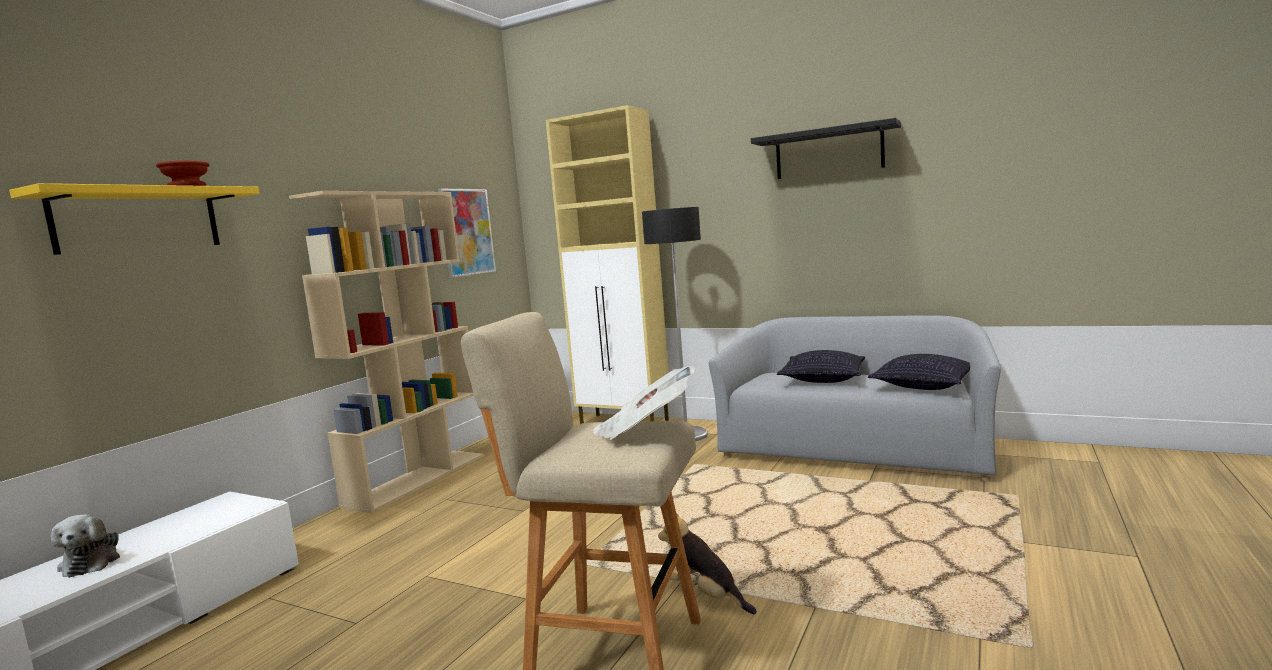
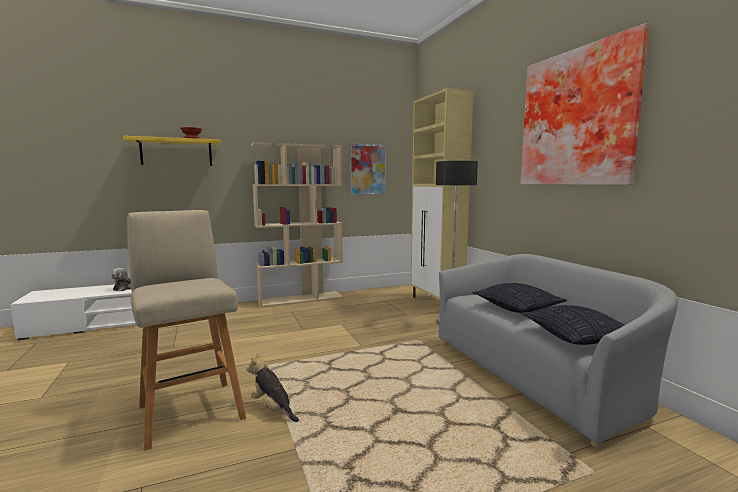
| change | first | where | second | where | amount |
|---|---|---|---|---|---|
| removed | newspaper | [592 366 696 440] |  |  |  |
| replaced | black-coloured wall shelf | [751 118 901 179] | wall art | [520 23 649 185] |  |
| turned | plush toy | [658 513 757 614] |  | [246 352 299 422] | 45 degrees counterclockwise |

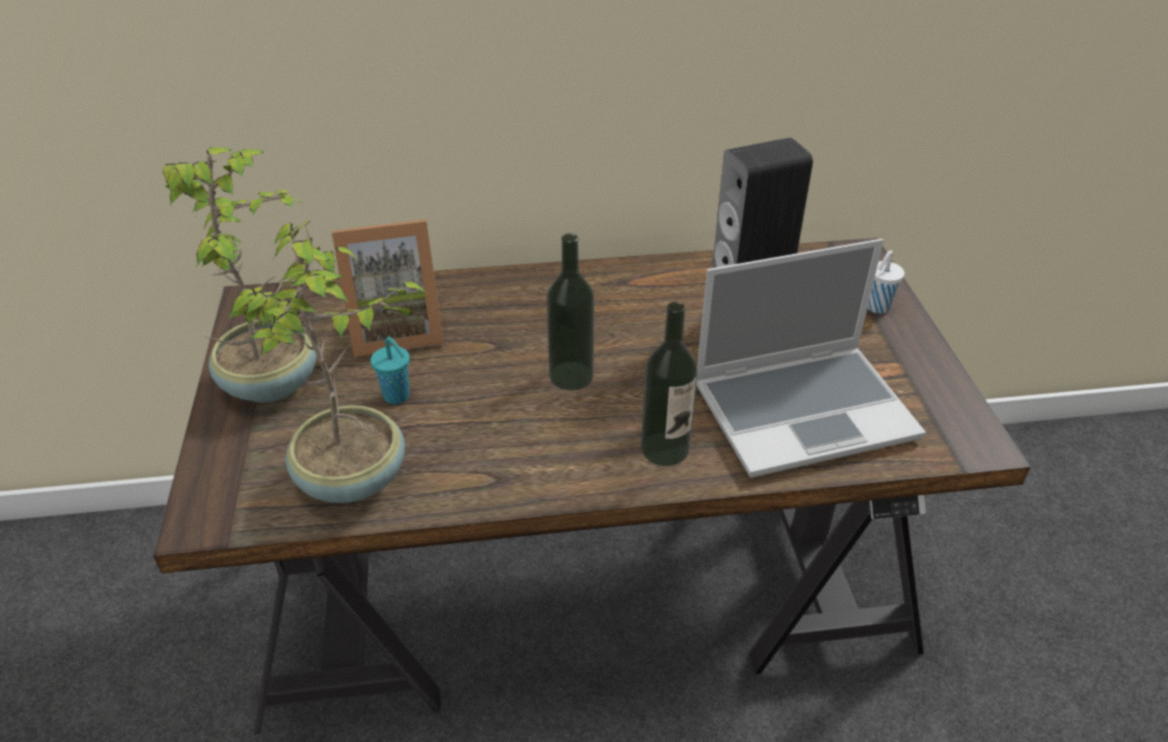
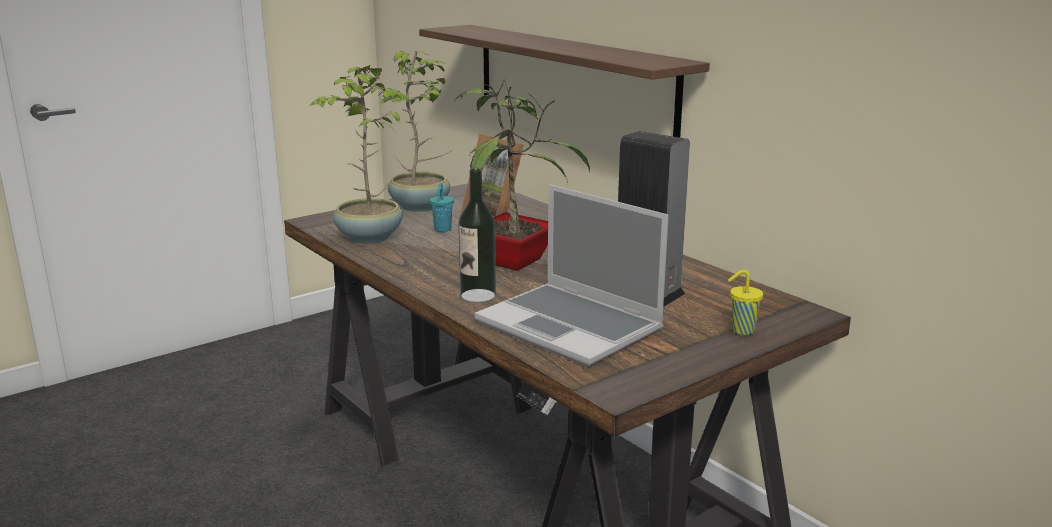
| change | first | where | second | where | amount |
|---|---|---|---|---|---|
| added |  |  | wall shelf | [419 25 710 138] |  |
| replaced | drink bottle | [547 233 594 390] | houseplant | [455 81 590 271] |  |
| recoloured | white cup | [868 250 905 314] | yellow cup | [728 270 763 335] |  |

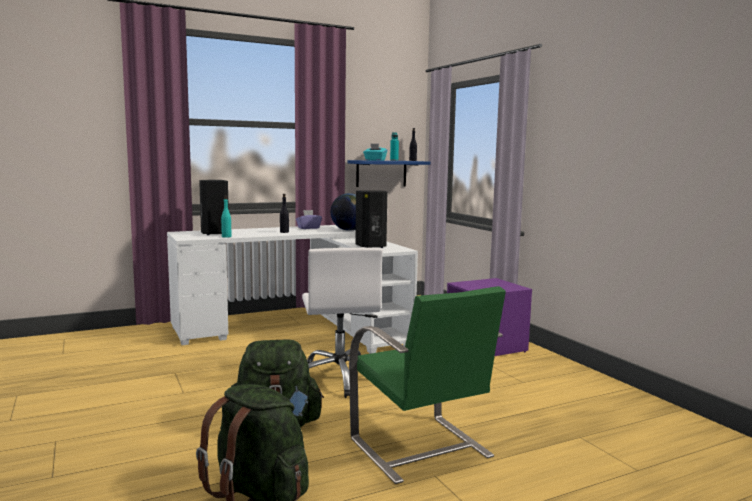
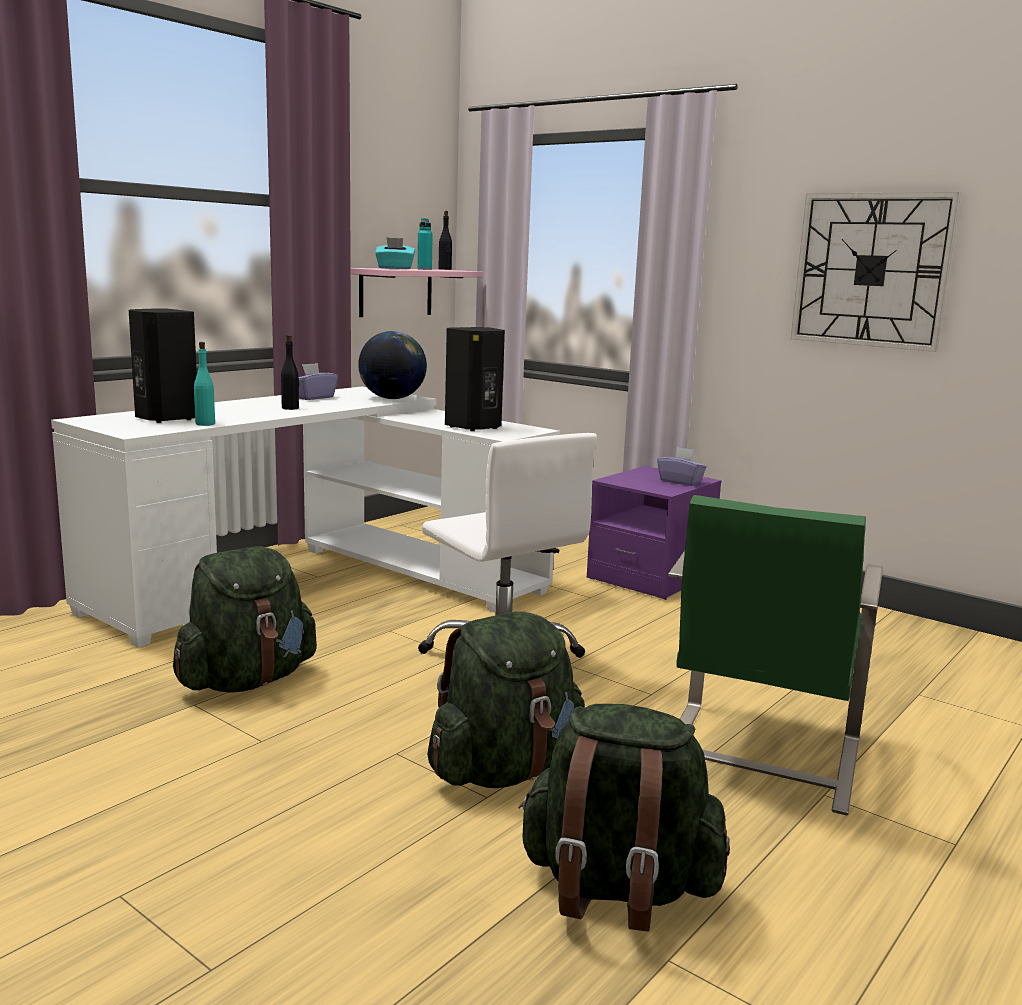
| change | first | where | second | where | amount |
|---|---|---|---|---|---|
| added |  |  | greenish knapsack | [173 546 317 693] |  |
| added |  |  | purplish box of tissues | [657 447 707 486] |  |
| added |  |  | clock on the wall | [791 192 961 352] |  |
| recoloured | blue-coloured wall shelf | [347 160 430 187] | pink wall shelf | [351 268 483 317] |  |
| turned | greenish plain chair | [349 286 506 484] |  | [668 495 883 815] | 75 degrees clockwise |

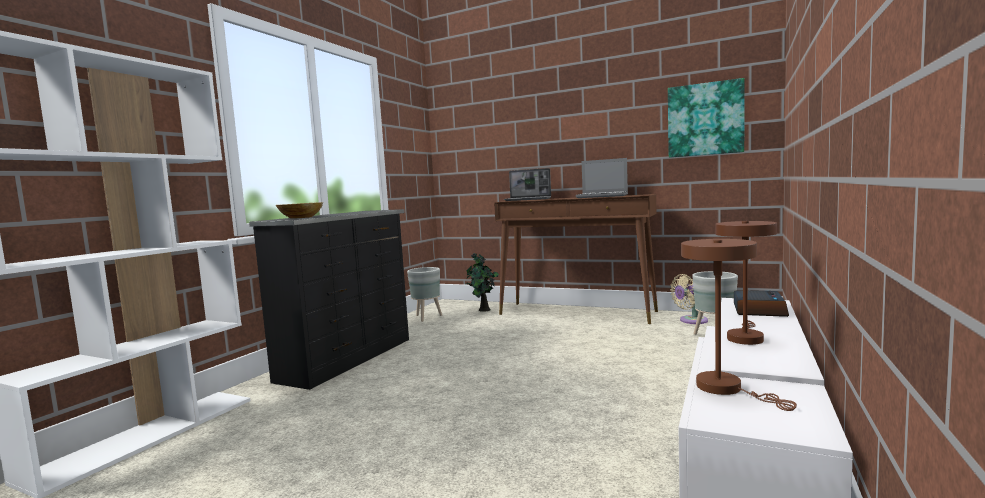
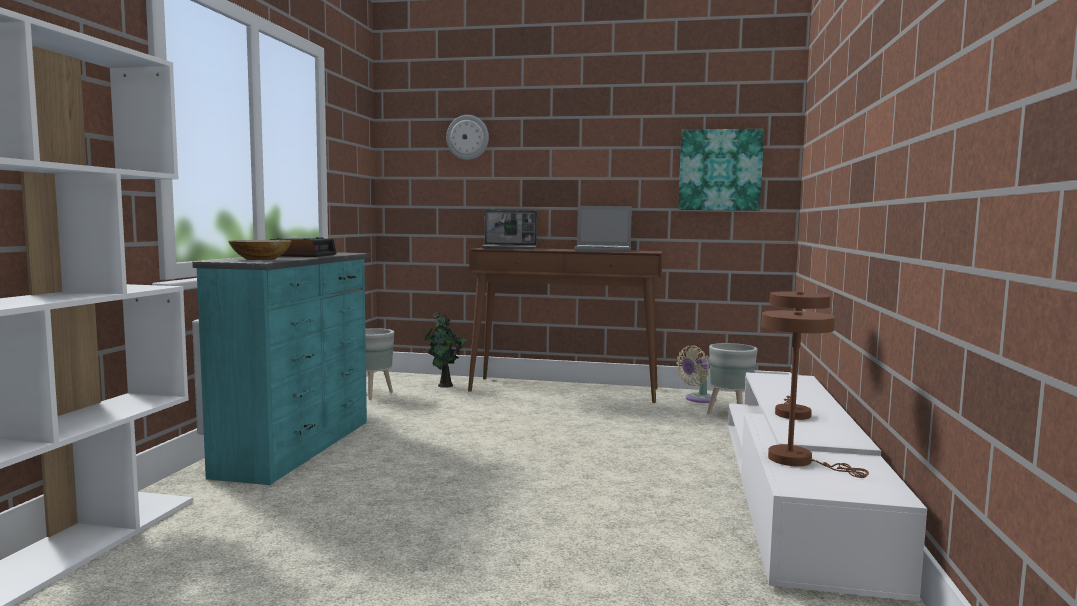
| change | first | where | second | where | amount |
|---|---|---|---|---|---|
| added |  |  | clock on the wall | [446 115 489 160] |  |
| moved | table clock | [734 290 789 317] |  | [269 237 337 257] |  |
| recoloured | black-coloured dresser | [249 209 409 390] | blue-green dresser | [192 252 371 485] |  |

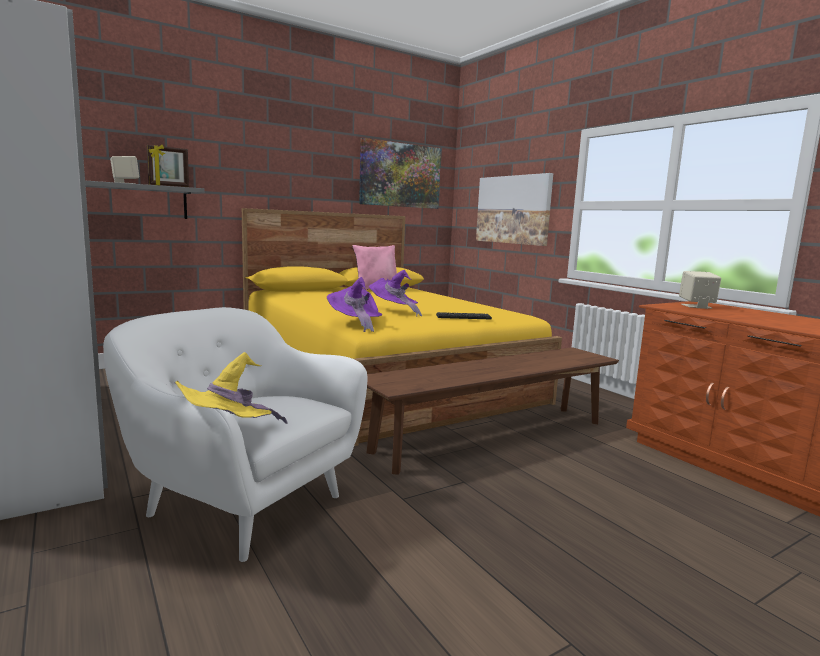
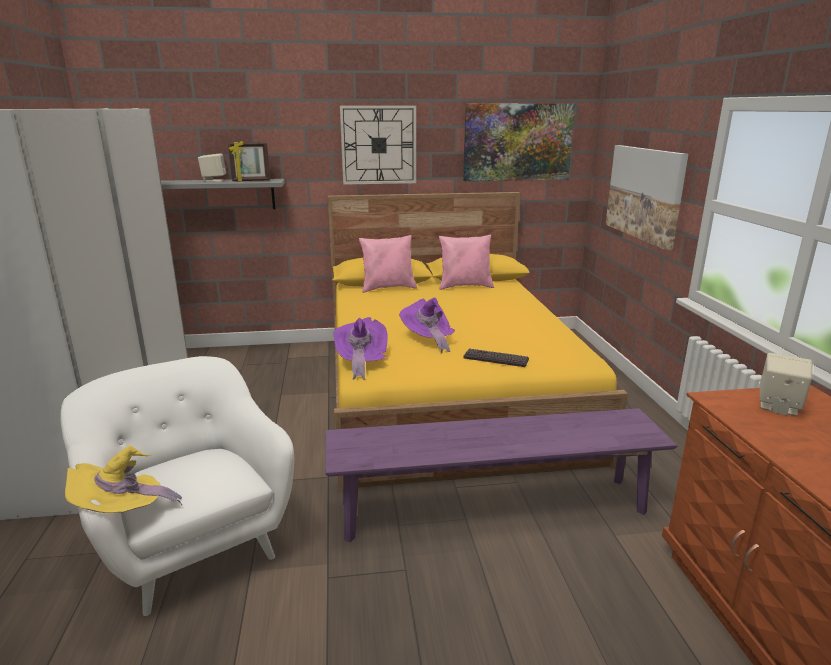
| change | first | where | second | where | amount |
|---|---|---|---|---|---|
| added |  |  | clock on the wall | [340 105 416 185] |  |
| added |  |  | pink pillow | [359 235 417 293] |  |
| recoloured | brown-coloured indoor bench | [367 347 619 475] | purplish indoor bench | [325 408 678 543] |  |

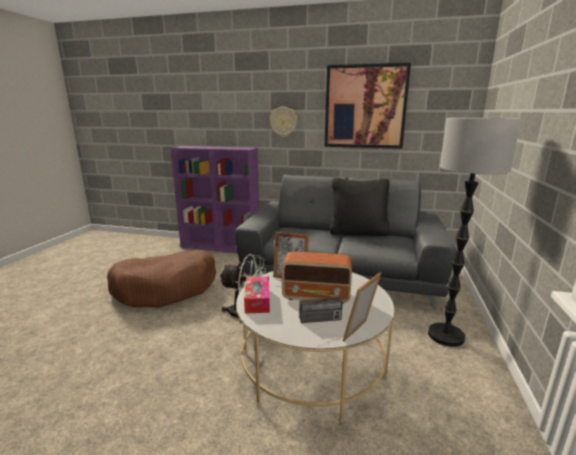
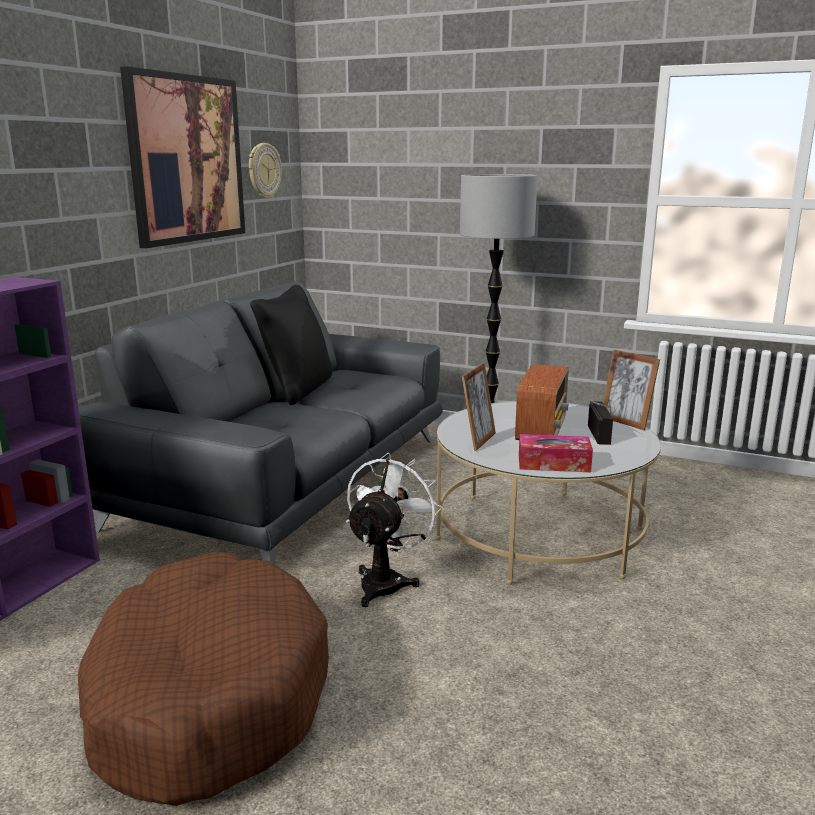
| change | first | where | second | where | amount |
|---|---|---|---|---|---|
| moved | clock on the wall | [269 107 297 137] |  | [249 143 282 199] |  |

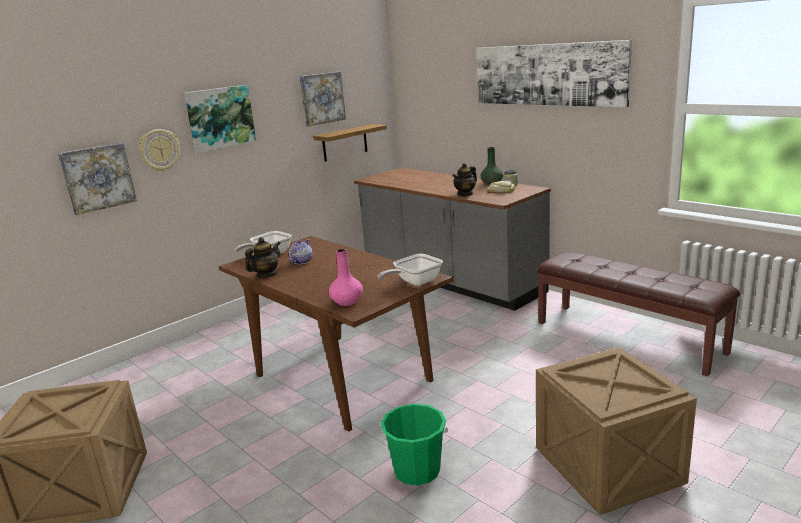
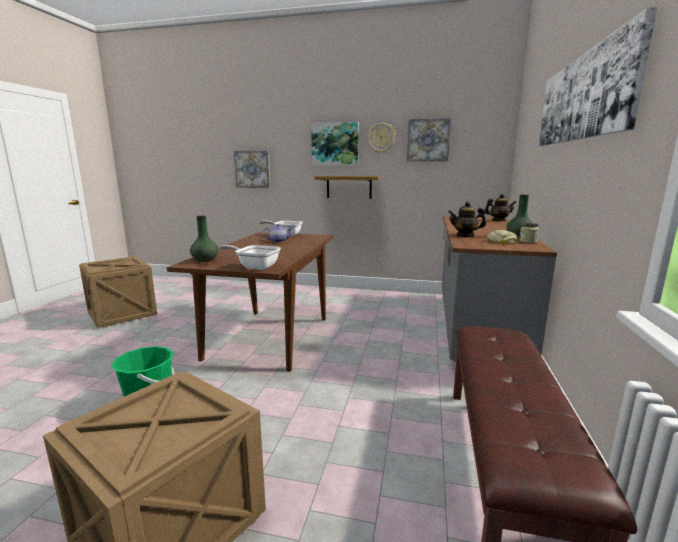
| change | first | where | second | where | amount |
|---|---|---|---|---|---|
| moved | clock on the wall | [138 129 180 171] |  | [367 123 396 153] |  |
| moved | tea pot | [245 237 281 278] |  | [485 194 516 221] |  |
| moved | wall shelf | [313 124 387 162] |  | [314 176 380 199] |  |
| recoloured | pink decorative vase | [329 249 363 306] | greenish decorative vase | [190 216 219 262] |  |

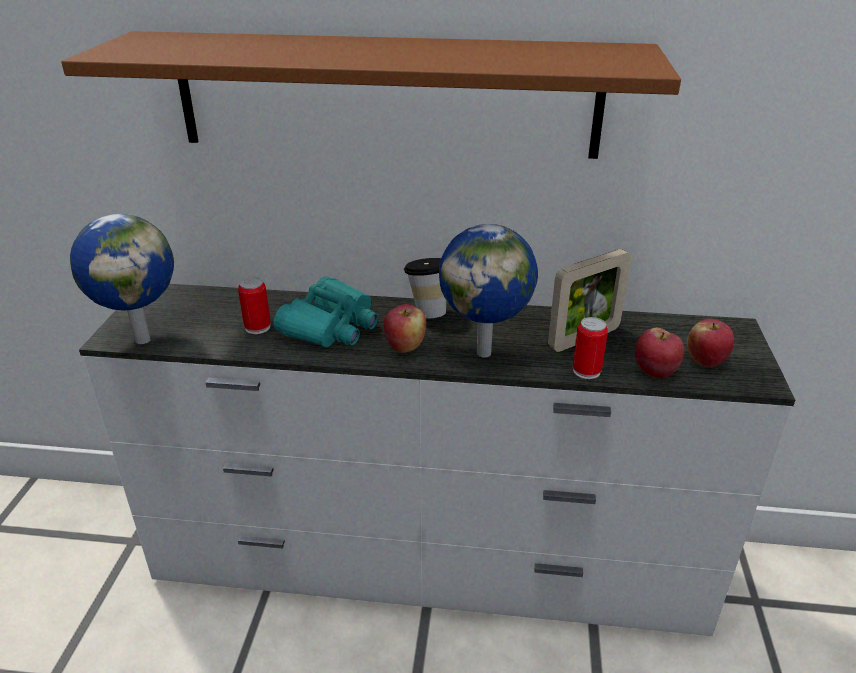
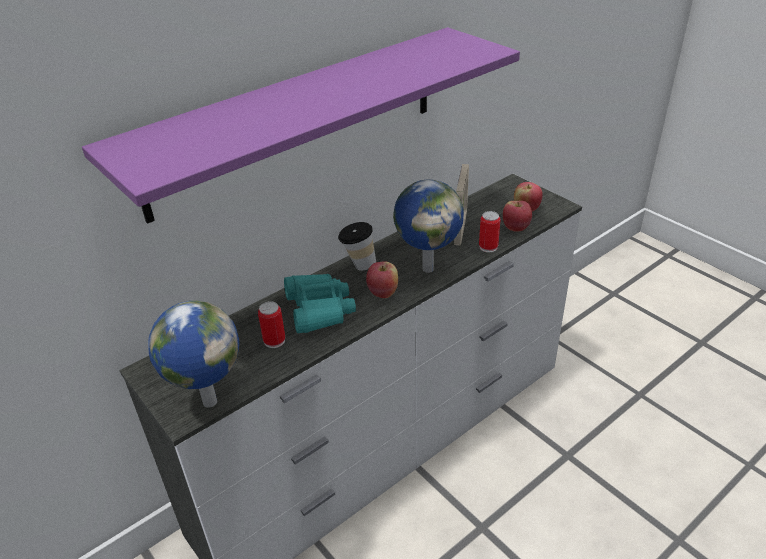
| change | first | where | second | where | amount |
|---|---|---|---|---|---|
| recoloured | brown-coloured wall shelf | [61 31 681 159] | purplish wall shelf | [82 27 520 224] |  |

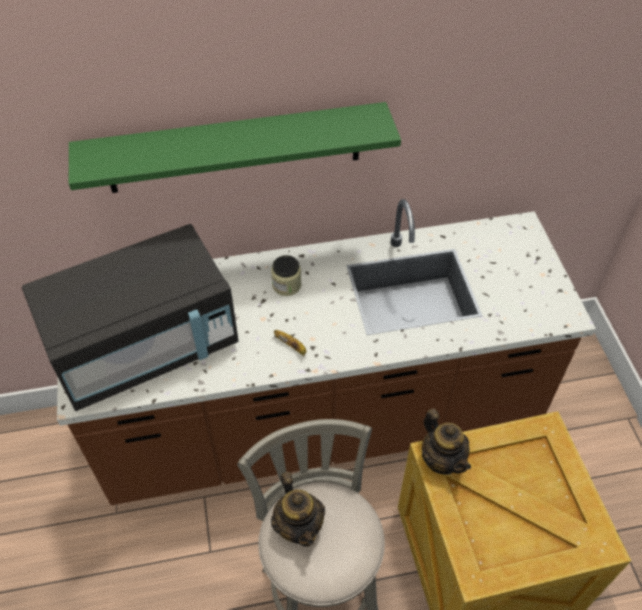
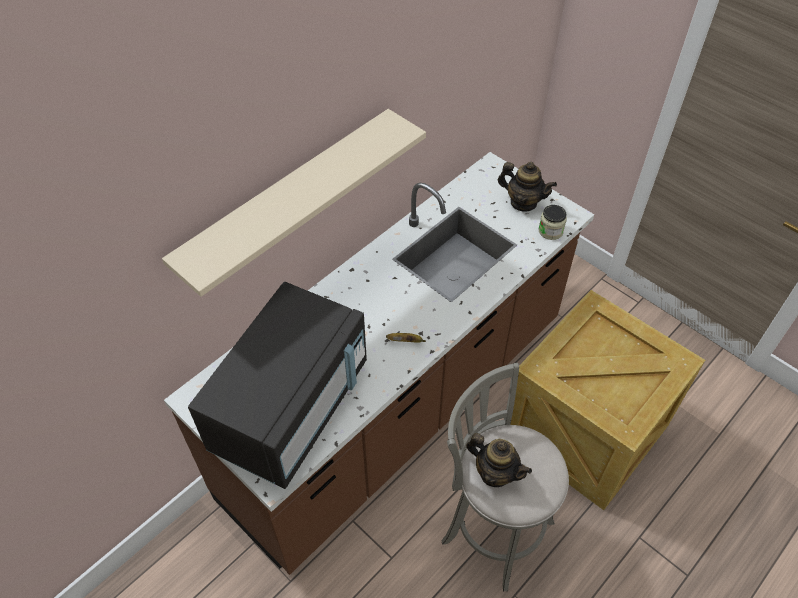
| change | first | where | second | where | amount |
|---|---|---|---|---|---|
| moved | storage jar | [271 255 301 296] |  | [538 205 567 240] |  |
| moved | tea pot | [422 409 471 474] |  | [498 162 557 212] |  |
| recoloured | greenish wall shelf | [69 102 401 193] | beige-coloured wall shelf | [162 109 426 297] |  |

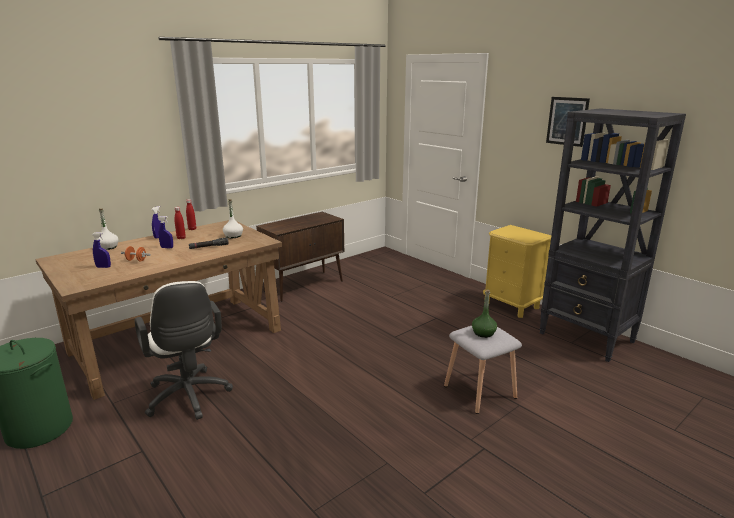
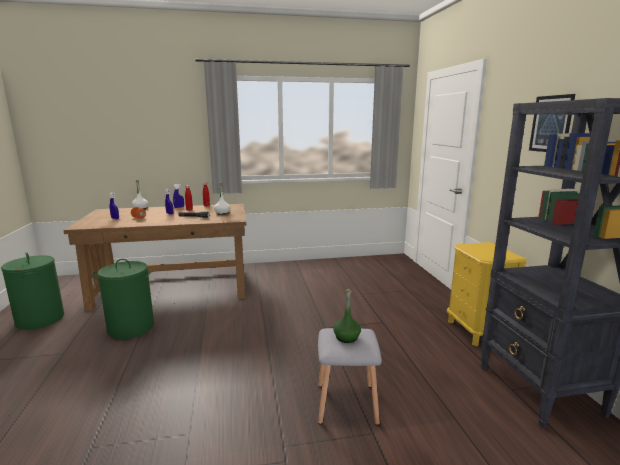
| change | first | where | second | where | amount |
|---|---|---|---|---|---|
| removed | brown-coloured cabinet | [256 212 344 302] |  |  |  |
| replaced | white desk chair | [135 281 233 420] | greenish washing basket | [93 259 154 339] |  |

